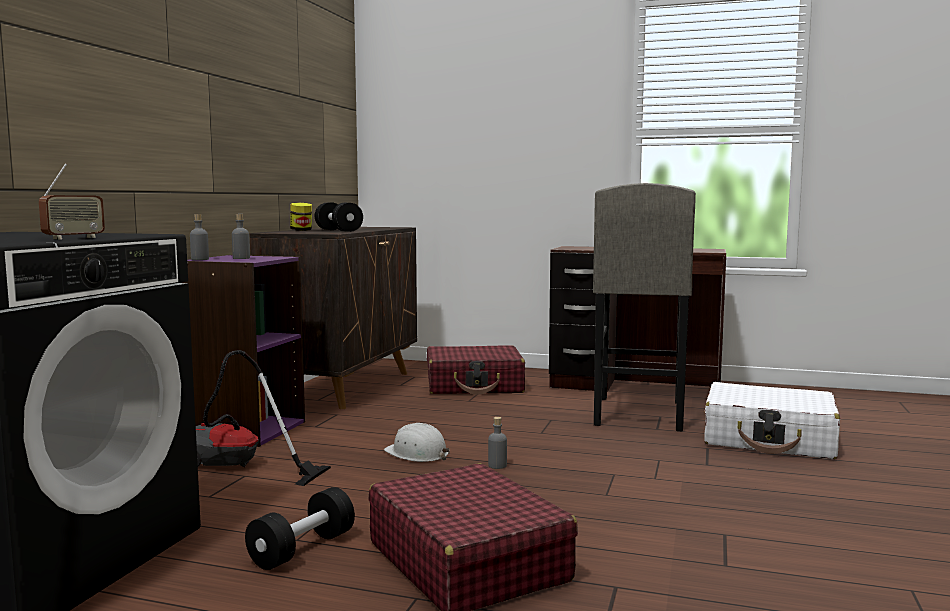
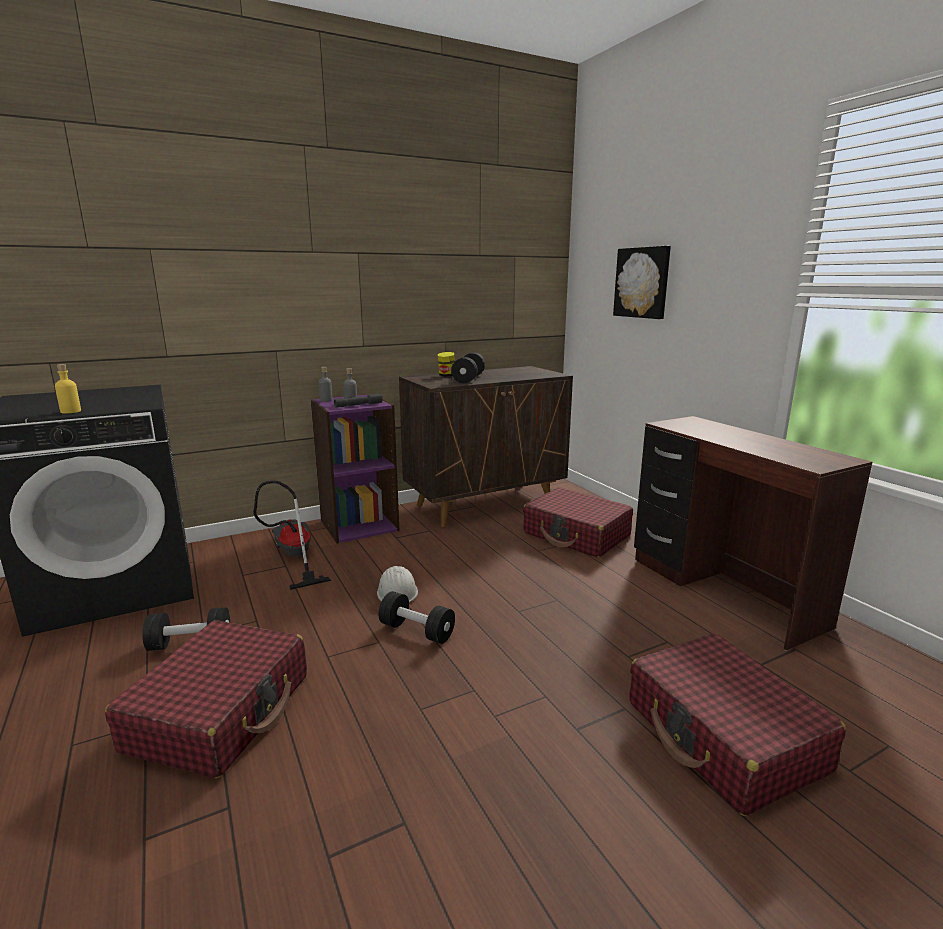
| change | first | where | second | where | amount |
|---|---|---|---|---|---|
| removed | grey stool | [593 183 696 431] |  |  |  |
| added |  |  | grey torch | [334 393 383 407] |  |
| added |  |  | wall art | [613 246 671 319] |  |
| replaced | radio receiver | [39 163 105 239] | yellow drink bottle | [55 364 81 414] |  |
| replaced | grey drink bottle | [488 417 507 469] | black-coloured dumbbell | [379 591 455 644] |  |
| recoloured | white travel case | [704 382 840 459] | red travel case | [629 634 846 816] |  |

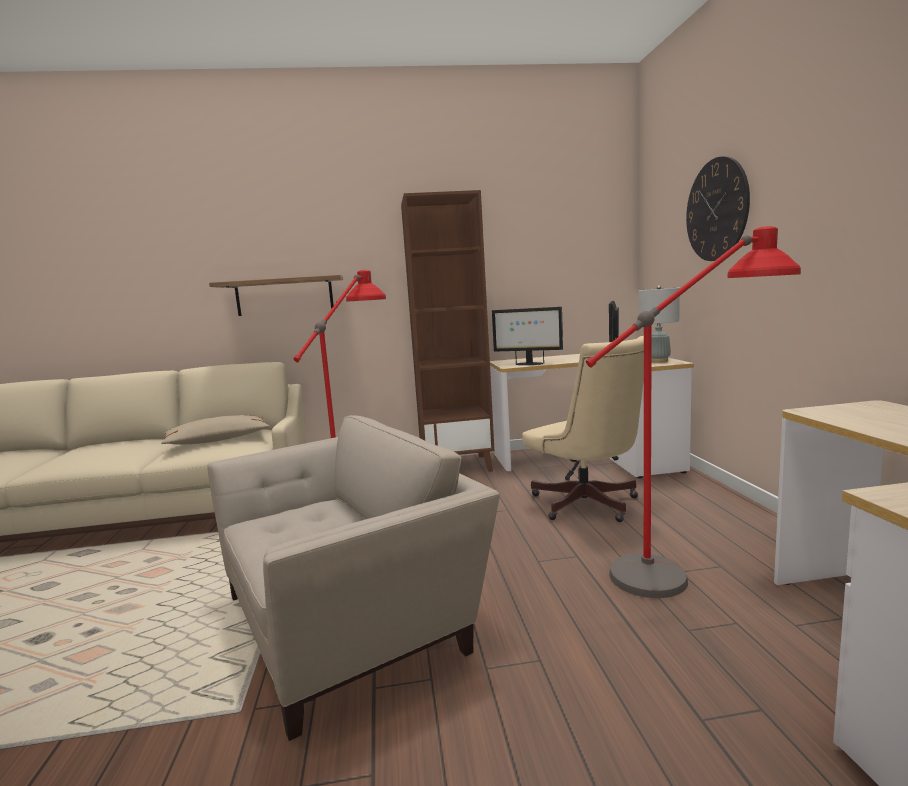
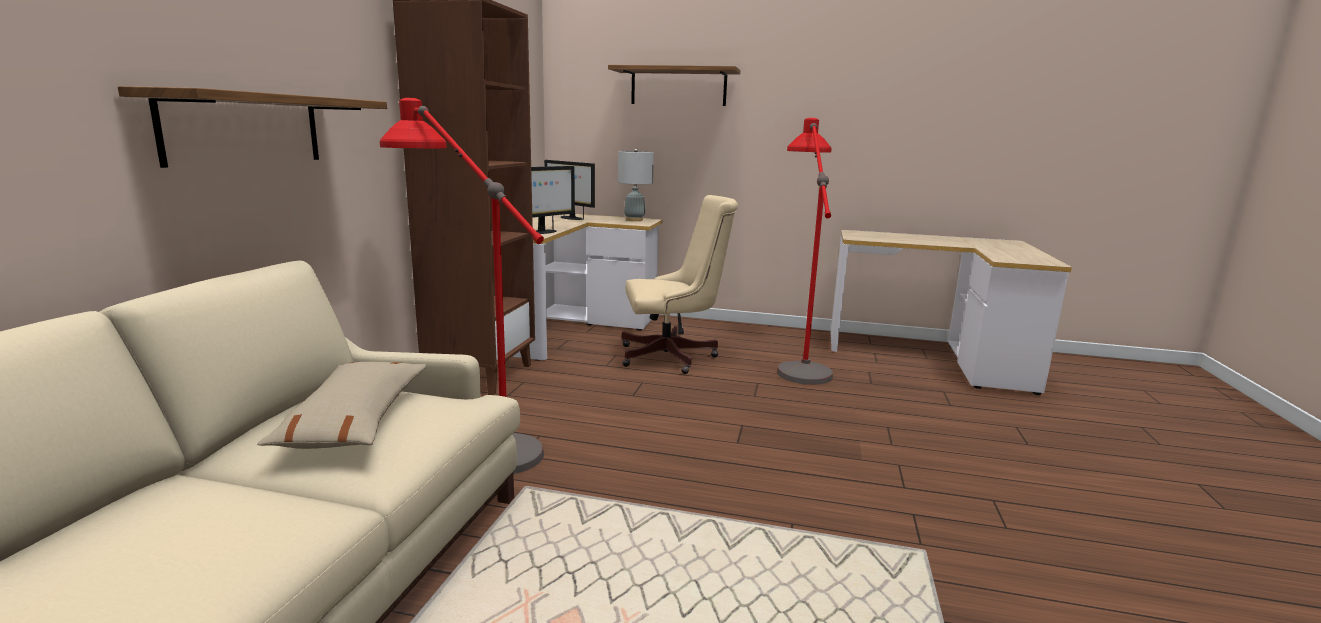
| change | first | where | second | where | amount |
|---|---|---|---|---|---|
| removed | beige-coloured lounge chair | [207 415 500 741] |  |  |  |
| replaced | clock on the wall | [686 156 750 261] | wall shelf | [608 65 741 106] |  |

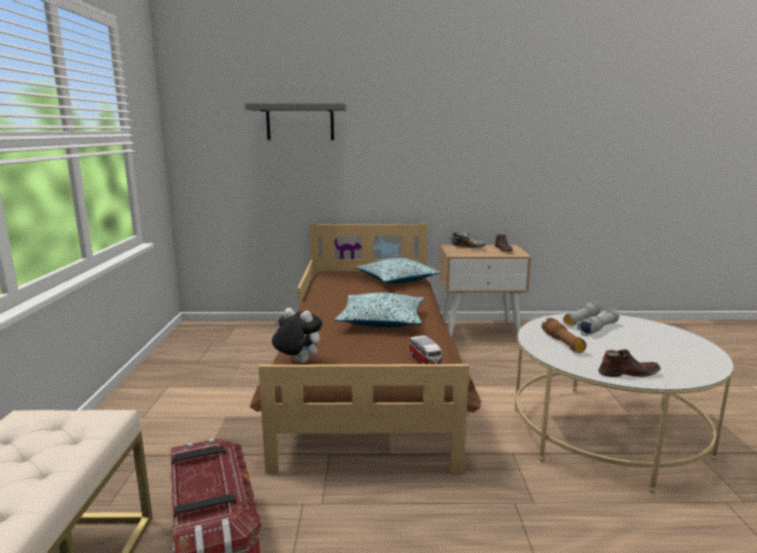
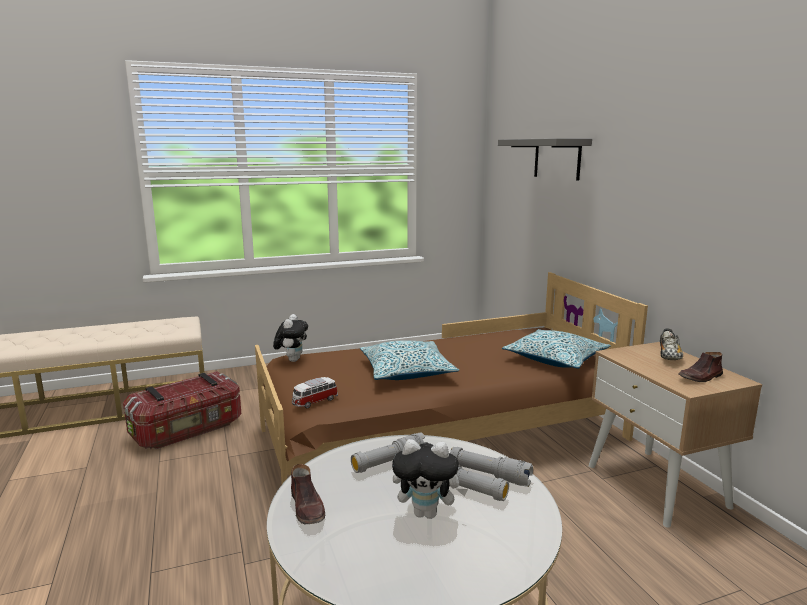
| change | first | where | second | where | amount |
|---|---|---|---|---|---|
| added |  |  | plush toy | [392 439 468 519] |  |
| recoloured | brown-coloured torch | [542 318 587 353] | grey torch | [351 433 428 473] |  |

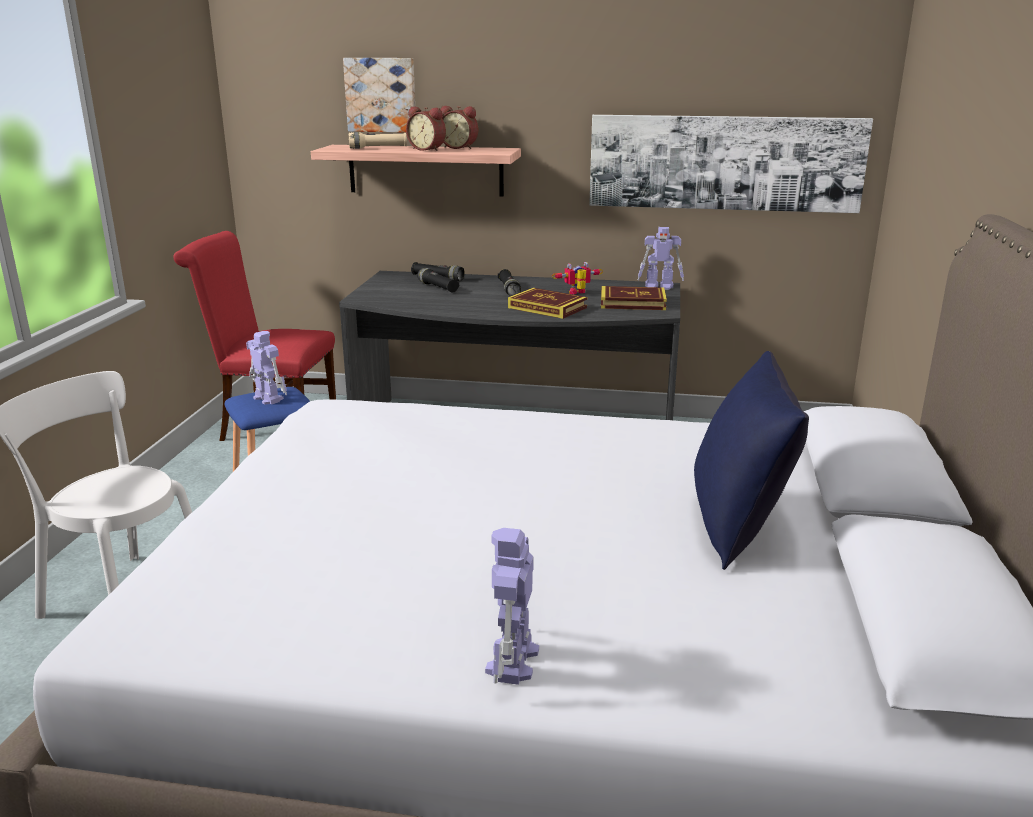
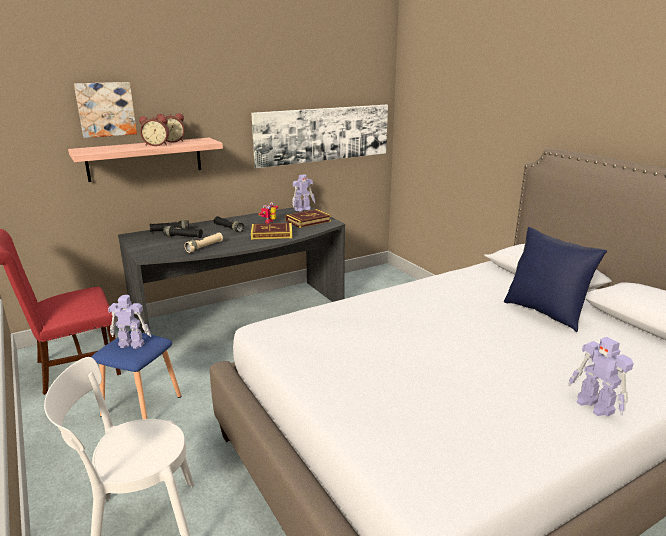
| change | first | where | second | where | amount |
|---|---|---|---|---|---|
| moved | beige-coloured torch | [349 132 407 149] |  | [184 233 223 253] |  |

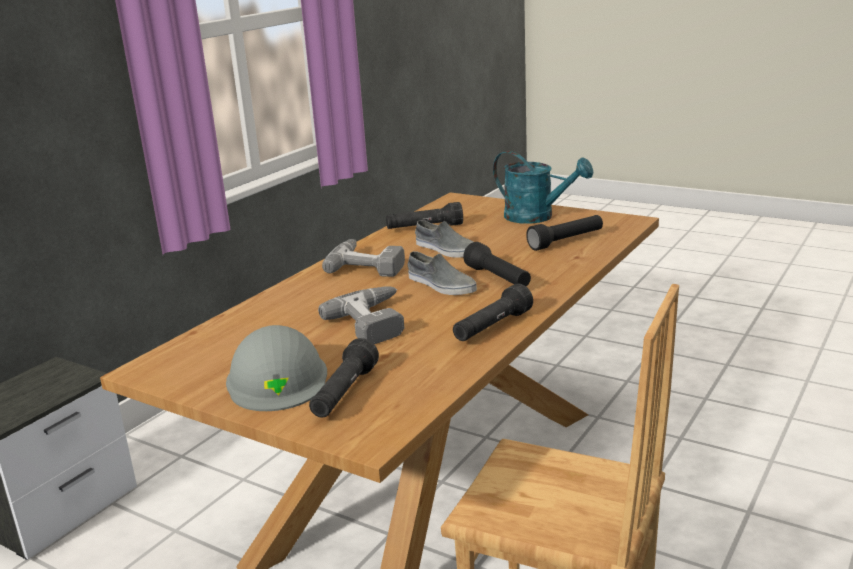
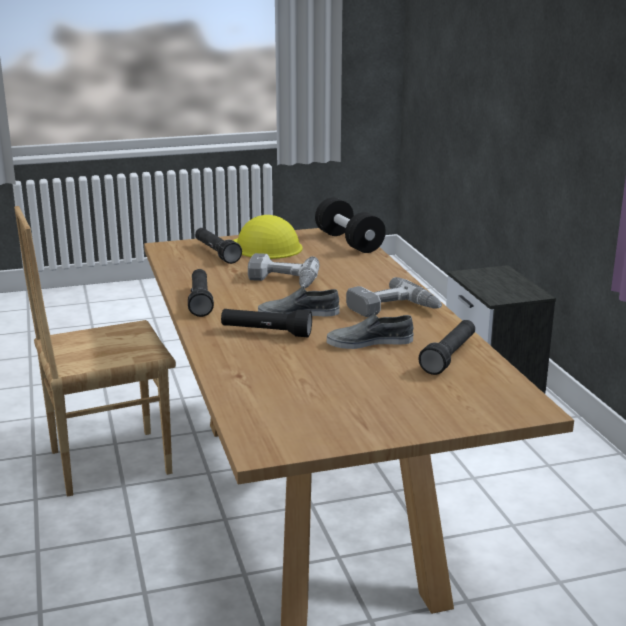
| change | first | where | second | where | amount |
|---|---|---|---|---|---|
| removed | blue-green sprinkling can | [493 151 594 224] |  |  |  |
| removed | black-coloured torch | [526 215 603 251] |  |  |  |
| added |  |  | black-coloured dumbbell | [315 197 386 253] |  |
| recoloured | grey work helmet | [226 325 327 411] | yellow work helmet | [233 215 303 259] |  |

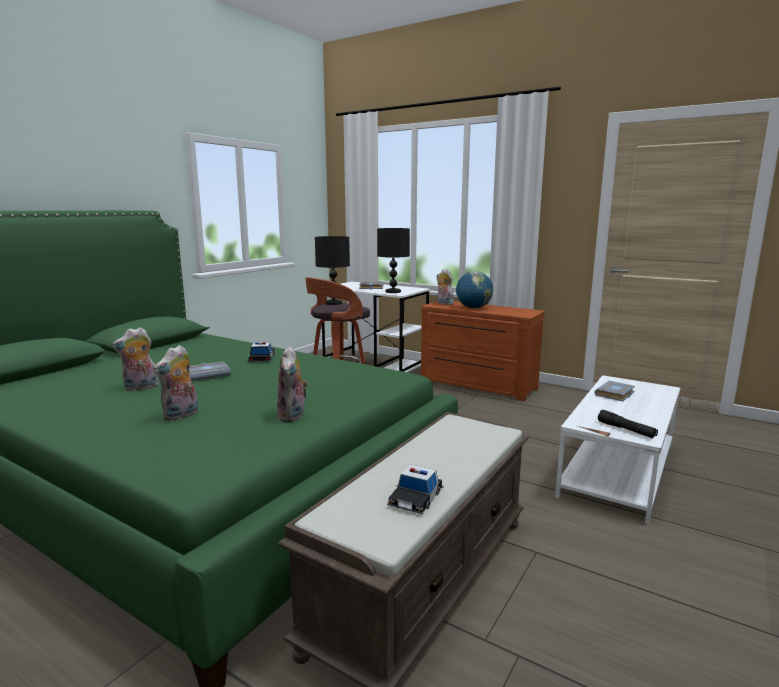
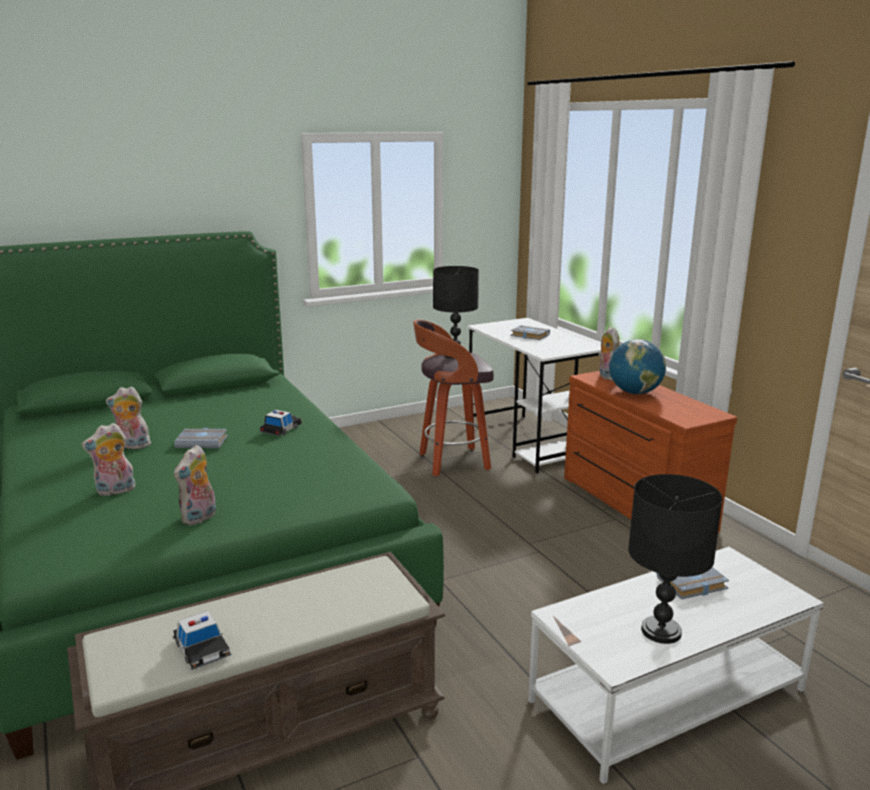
| change | first | where | second | where | amount |
|---|---|---|---|---|---|
| removed | black-coloured torch | [598 410 658 438] |  |  |  |
| moved | black-coloured lamp for a table | [377 228 410 293] |  | [628 474 723 644] |  |
| turned | model car | [387 464 444 514] |  | [173 611 232 670] | 90 degrees counterclockwise |

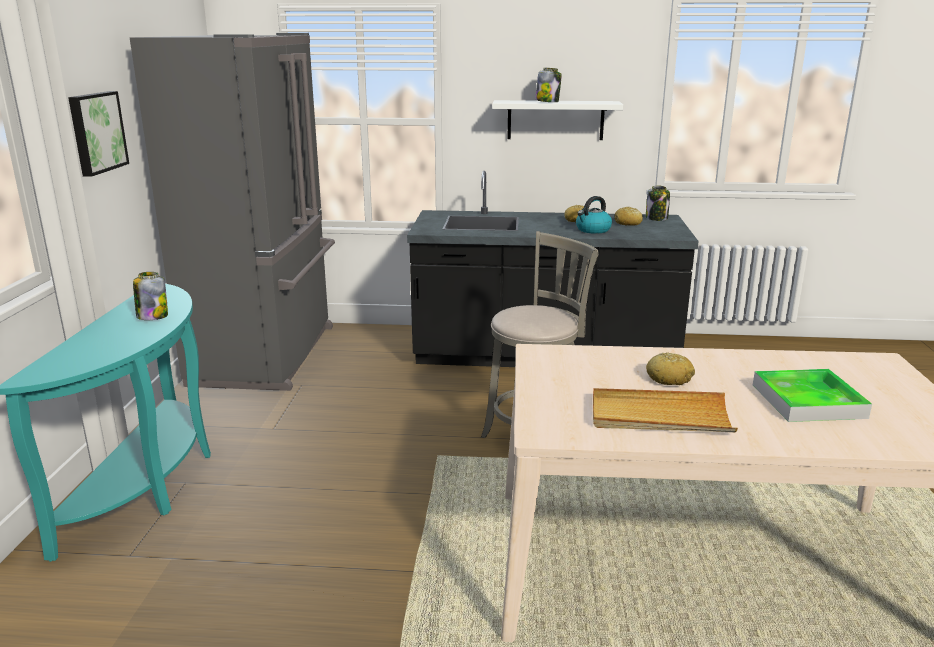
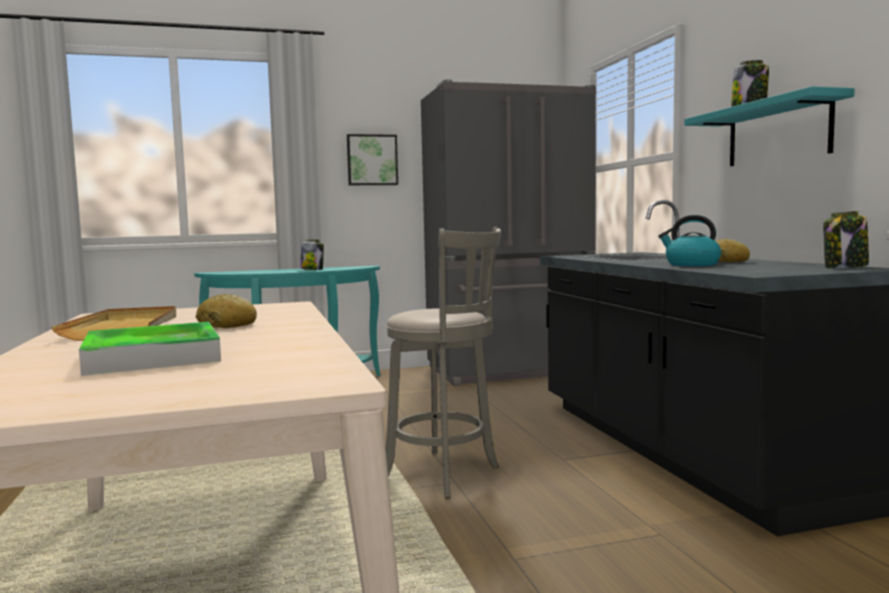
| change | first | where | second | where | amount |
|---|---|---|---|---|---|
| removed | baked bread | [614 207 643 226] |  |  |  |
| recoloured | white wall shelf | [492 100 623 140] | blue-green wall shelf | [684 86 855 166] |  |

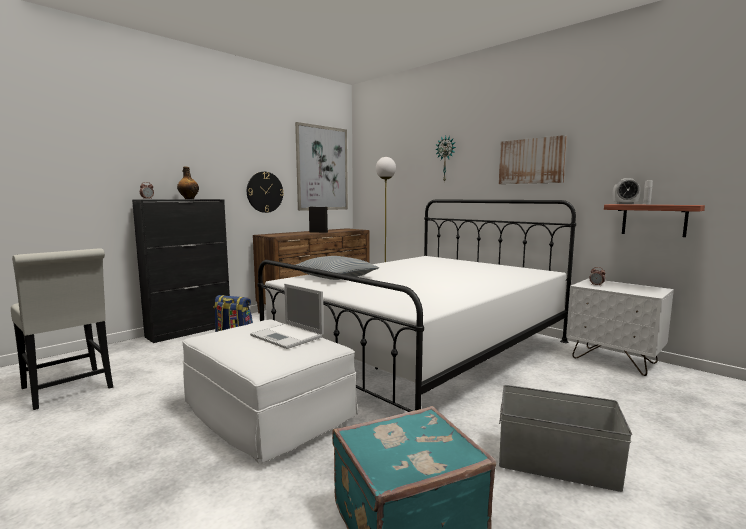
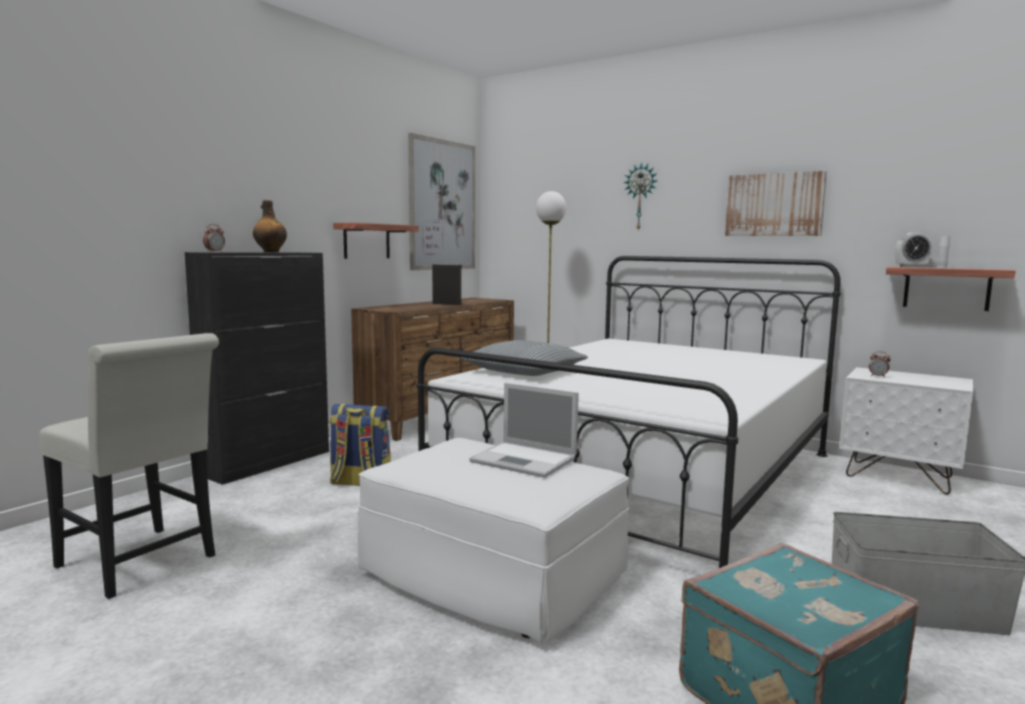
| change | first | where | second | where | amount |
|---|---|---|---|---|---|
| replaced | clock on the wall | [247 172 284 213] | wall shelf | [333 223 419 259] |  |

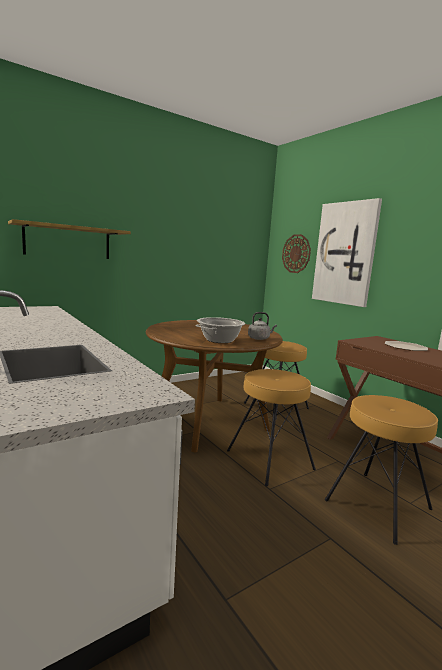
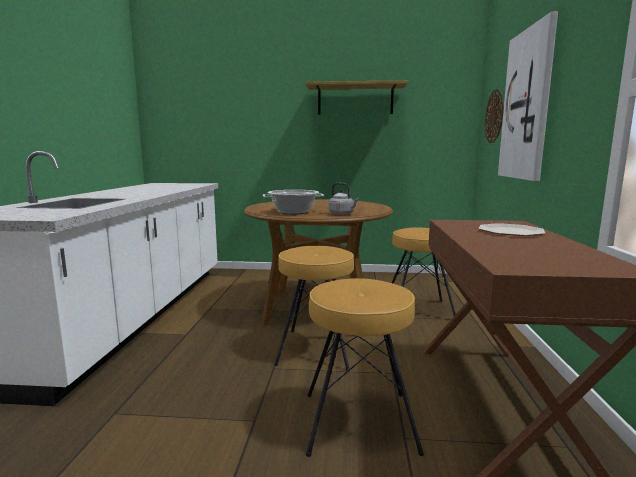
| change | first | where | second | where | amount |
|---|---|---|---|---|---|
| moved | wall shelf | [8 219 131 259] |  | [305 80 408 115] |  |

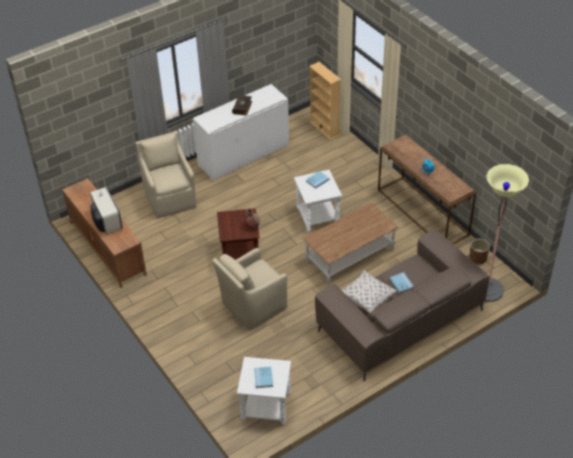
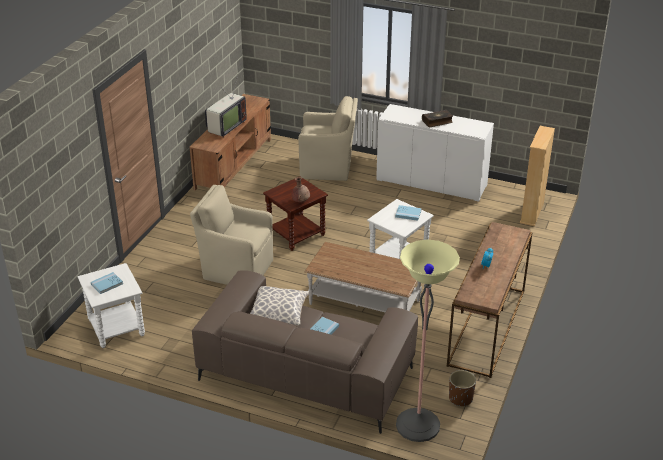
| change | first | where | second | where | amount |
|---|---|---|---|---|---|
| turned | beige-coloured lounge chair | [136 131 197 219] |  | [298 96 358 181] | 60 degrees clockwise |

